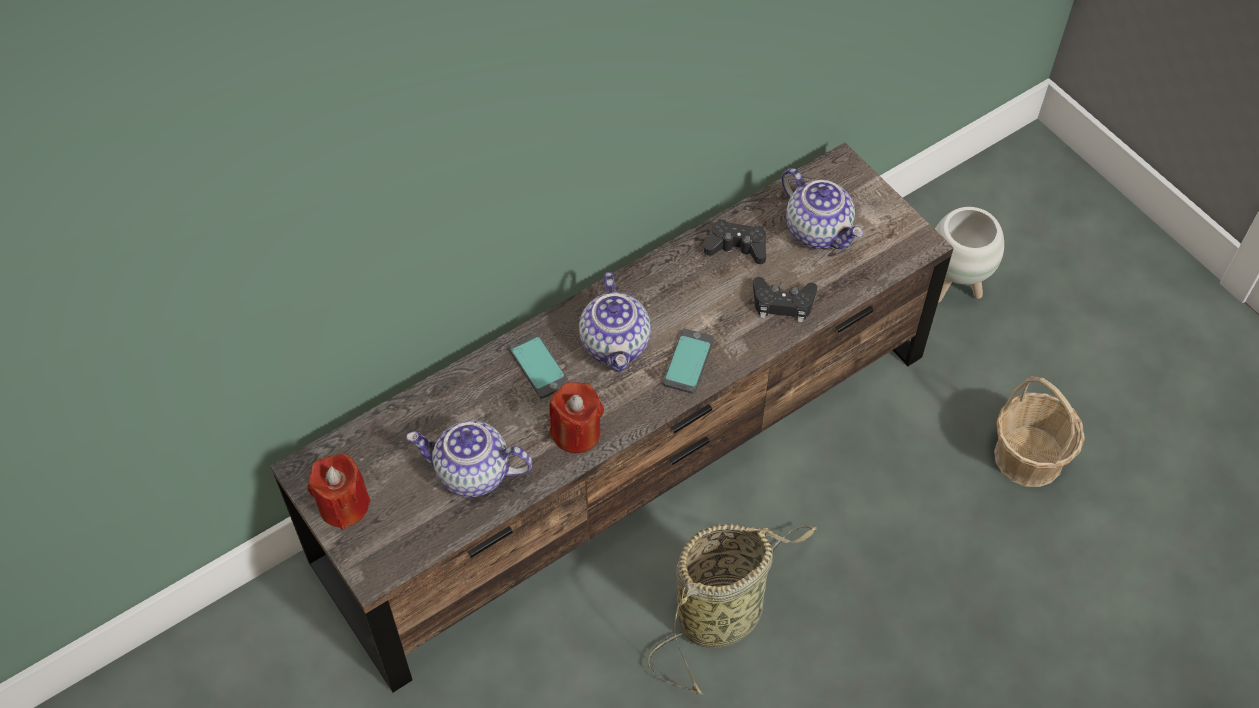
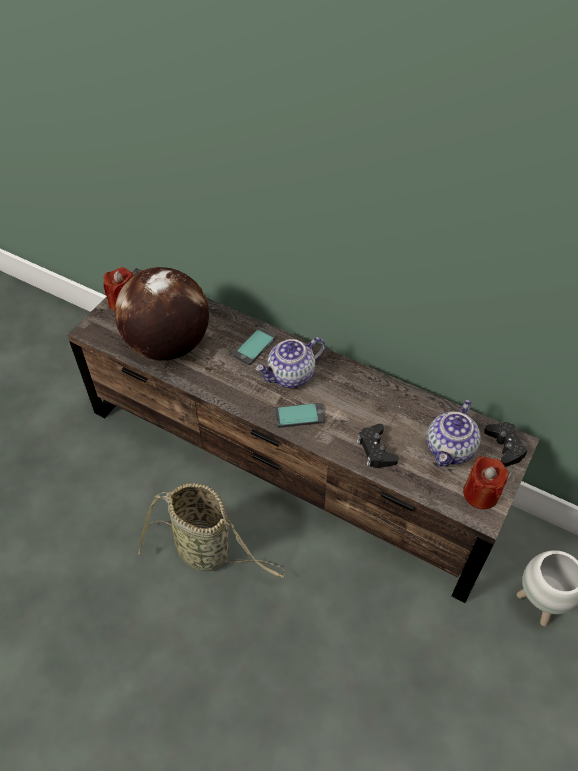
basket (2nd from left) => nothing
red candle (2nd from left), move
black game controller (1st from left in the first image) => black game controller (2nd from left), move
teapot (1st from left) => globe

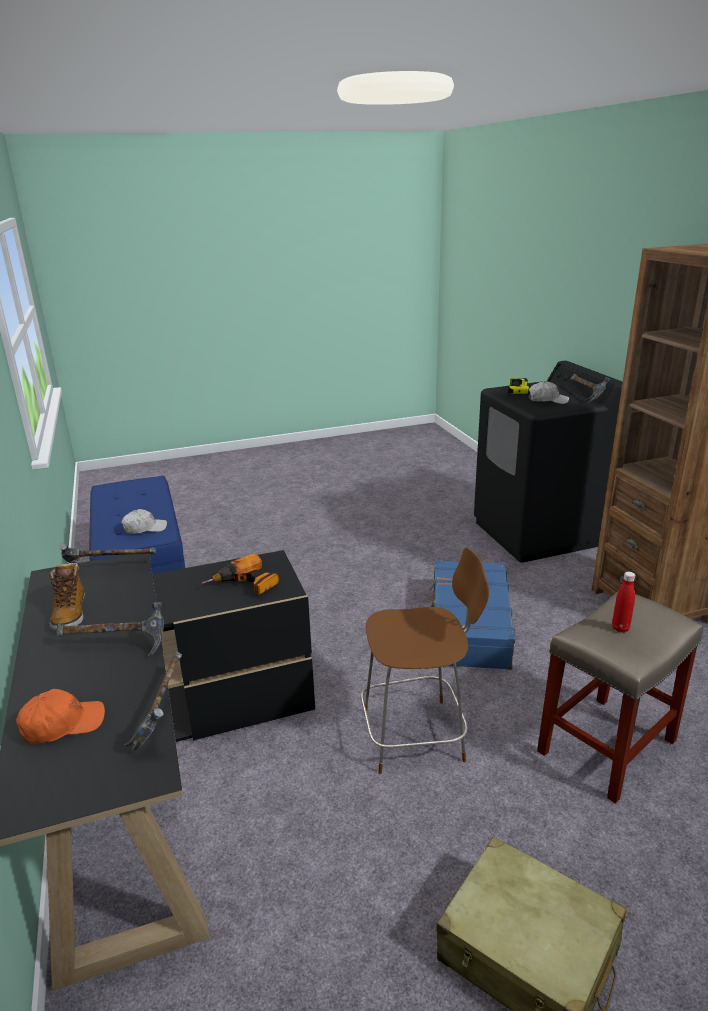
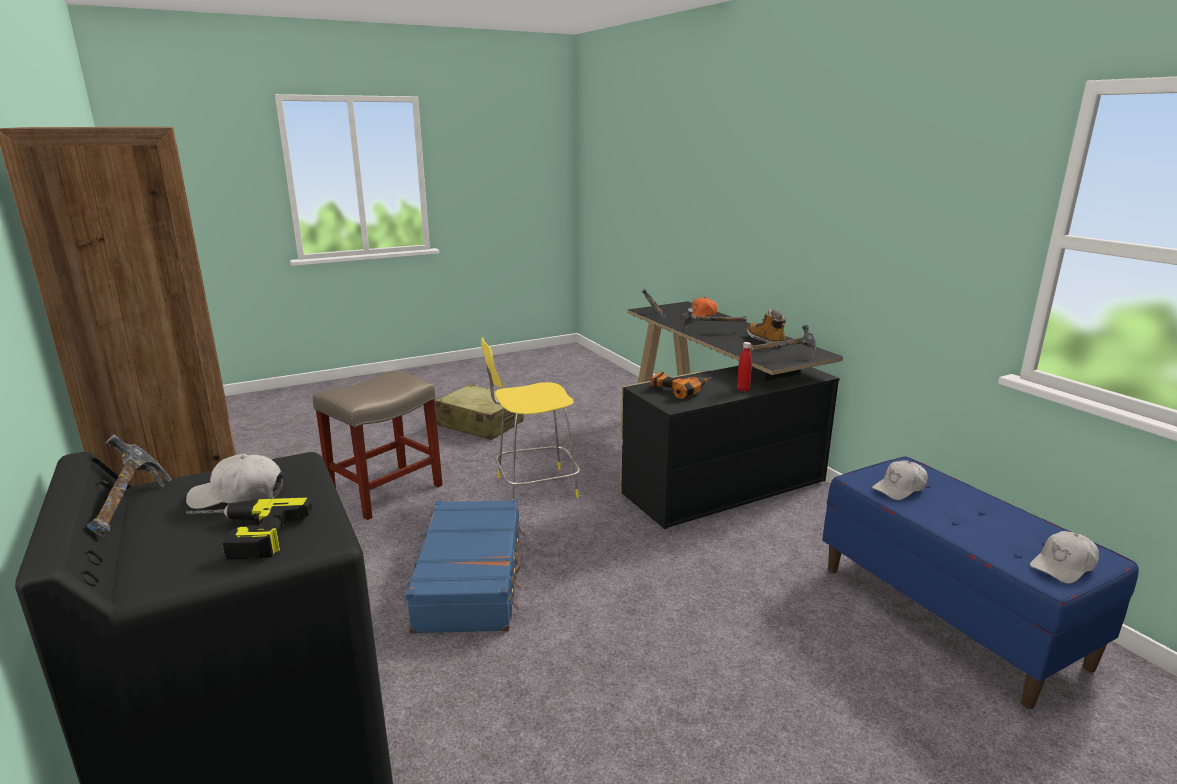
nothing => white cap (3rd from left)
red bottle, move
brown chair => yellow chair

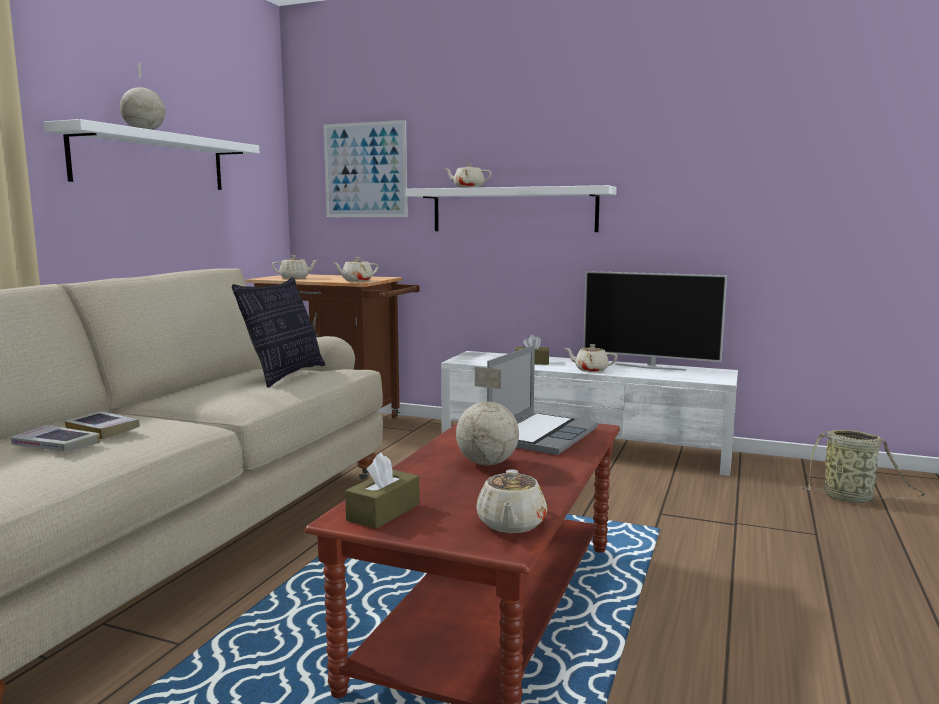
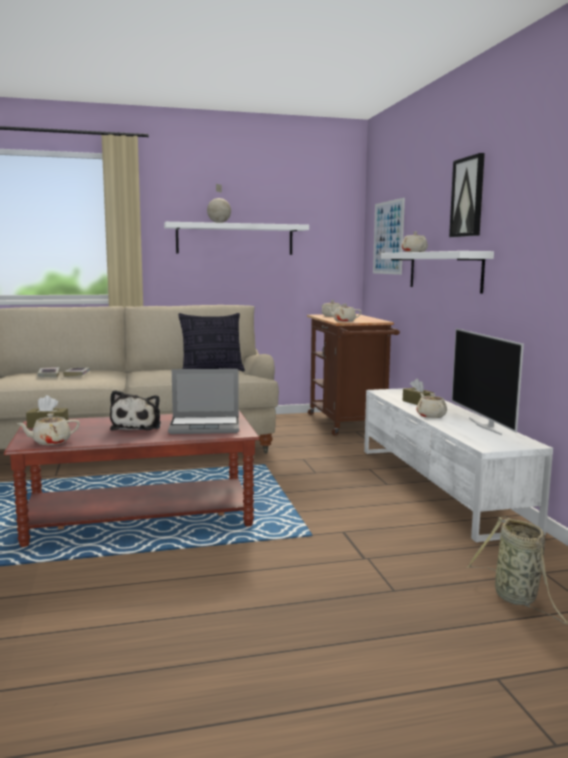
nothing => picture (2nd from left)
globe (2nd from left) => plush toy

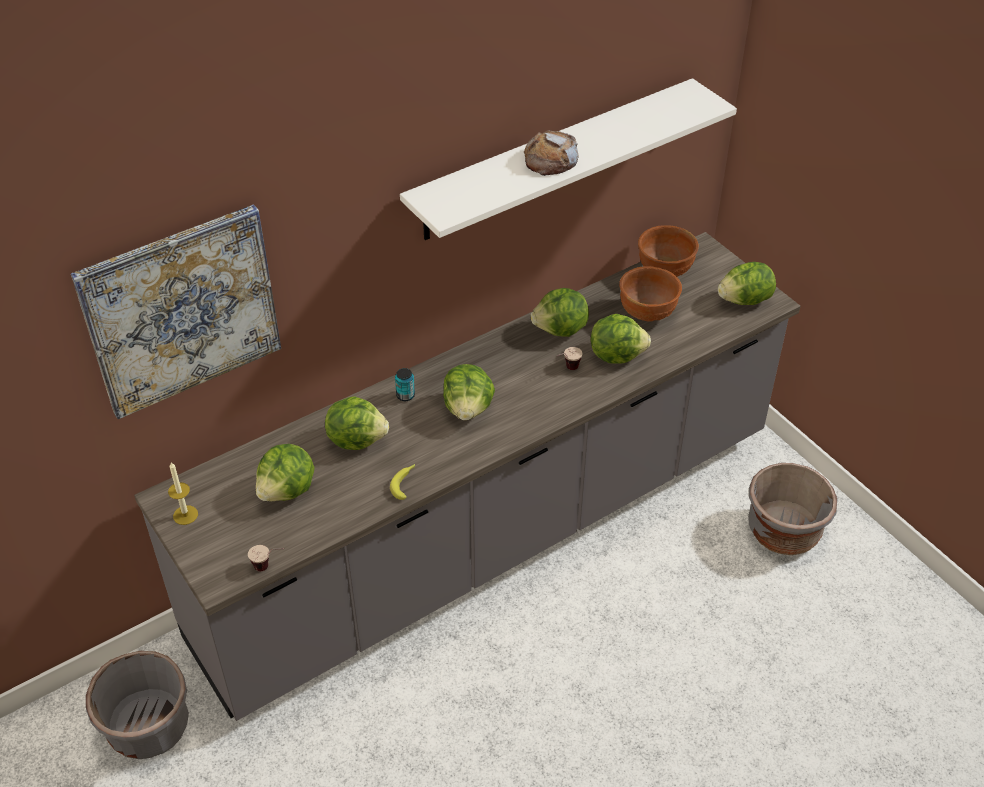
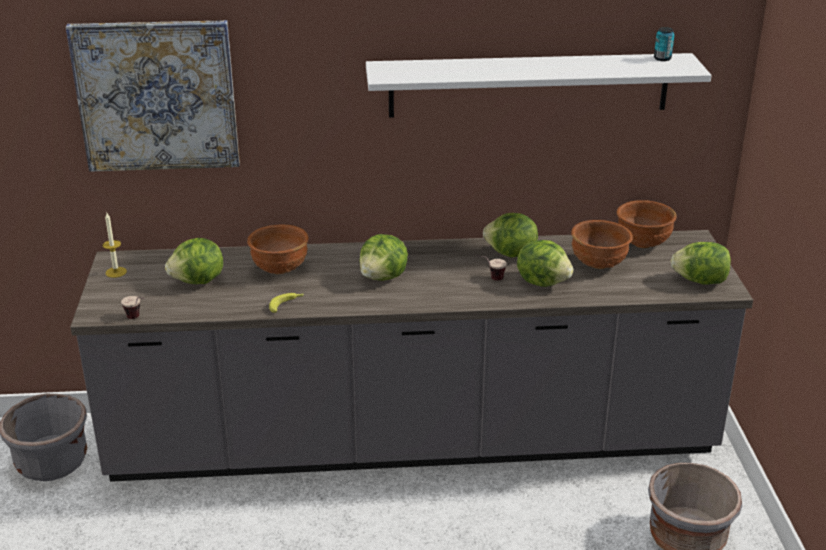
bread => nothing
can, move
lettuce (2nd from left) => brown bowl (1st from left)

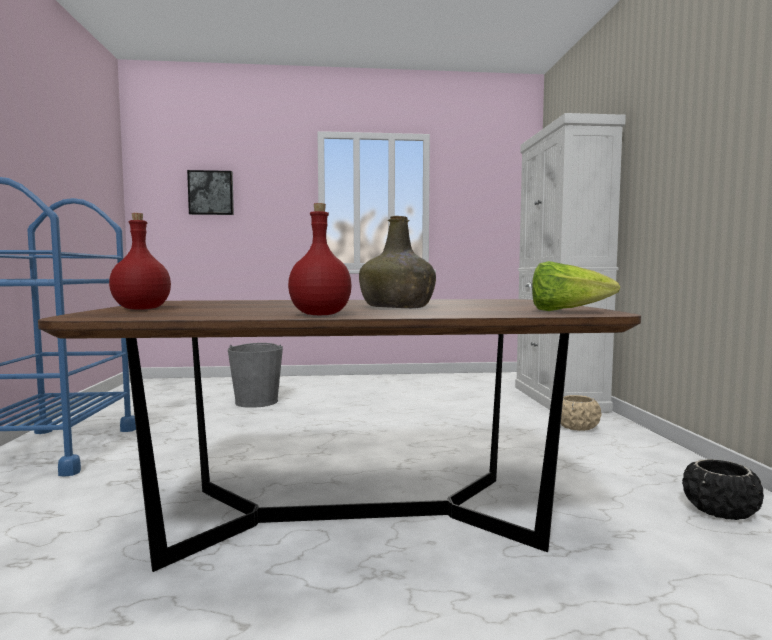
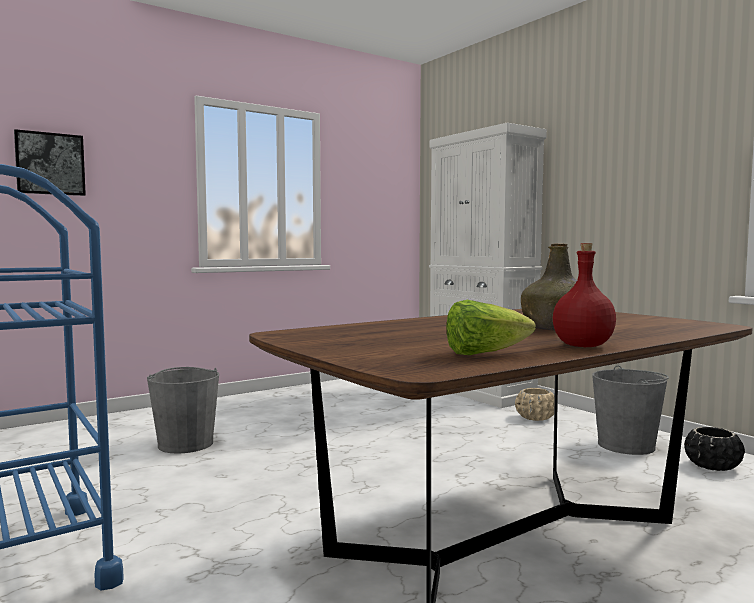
red bottle (1st from left) => nothing
nothing => grey bucket (2nd from left)
lettuce, move

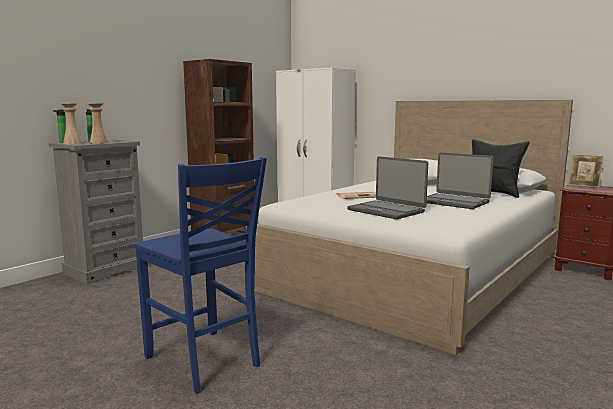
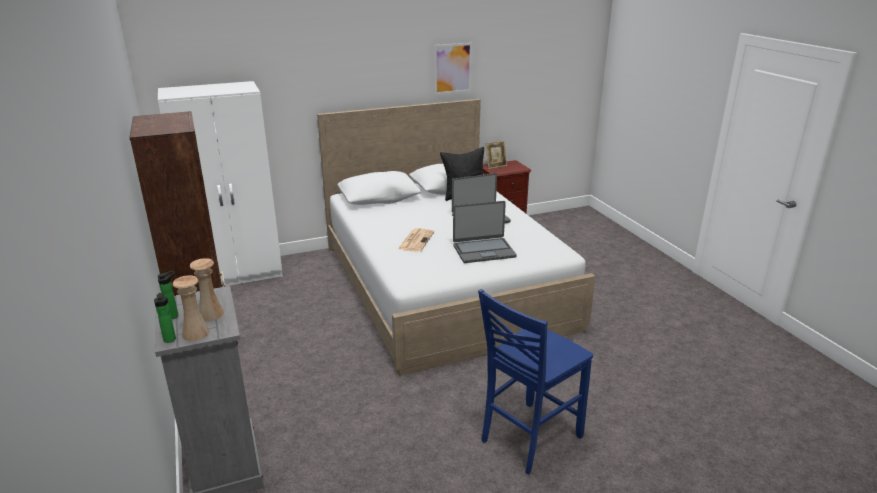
nothing => picture
blue chair, 150 degrees clockwise

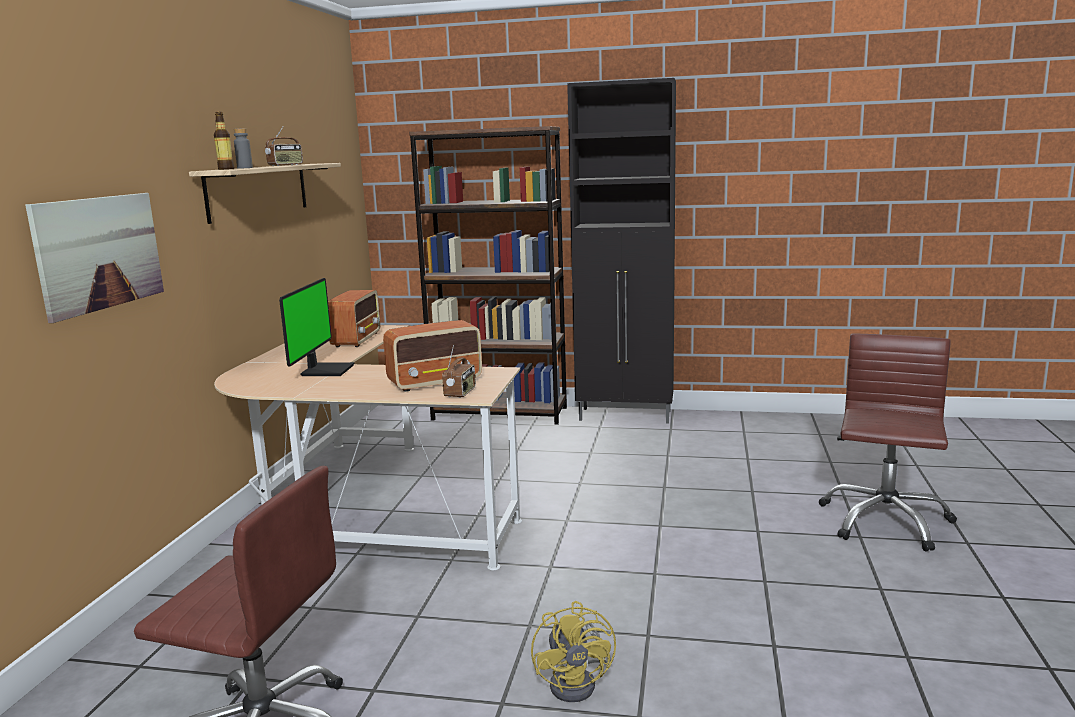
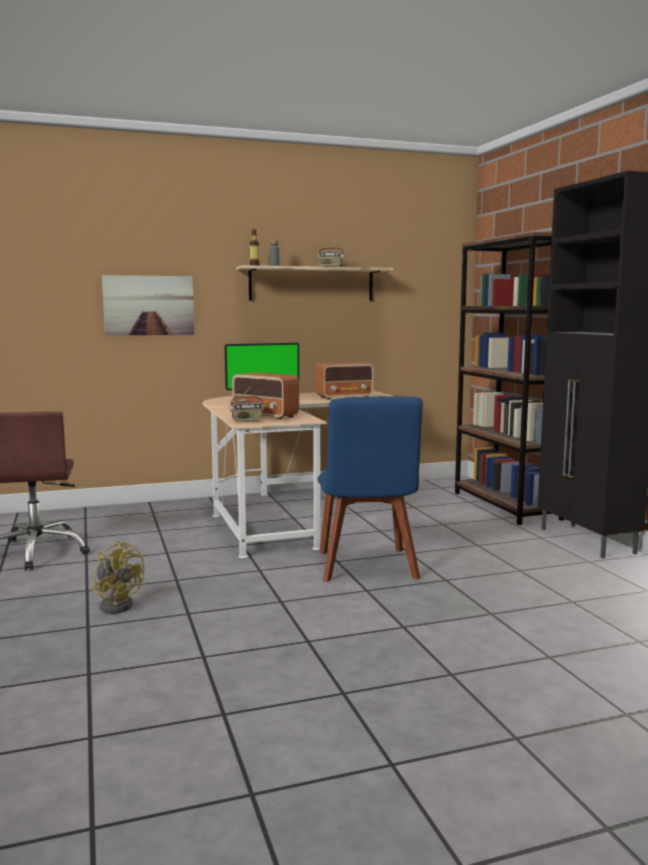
brown office chair (2nd from left) => nothing
nothing => blue chair
yellow fan, 105 degrees counterclockwise

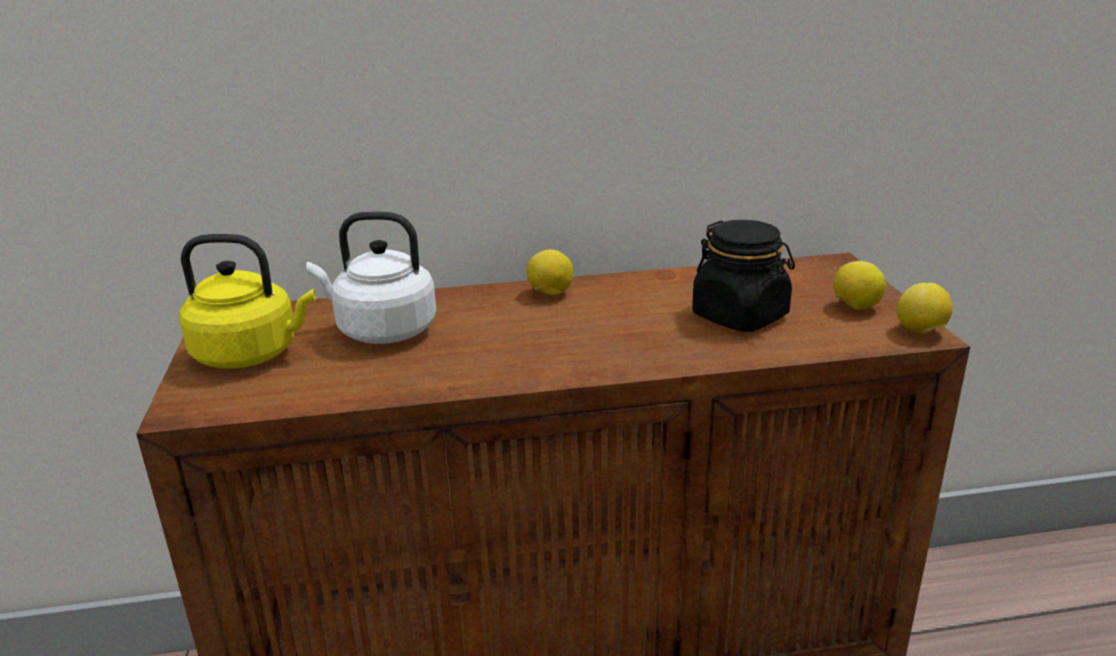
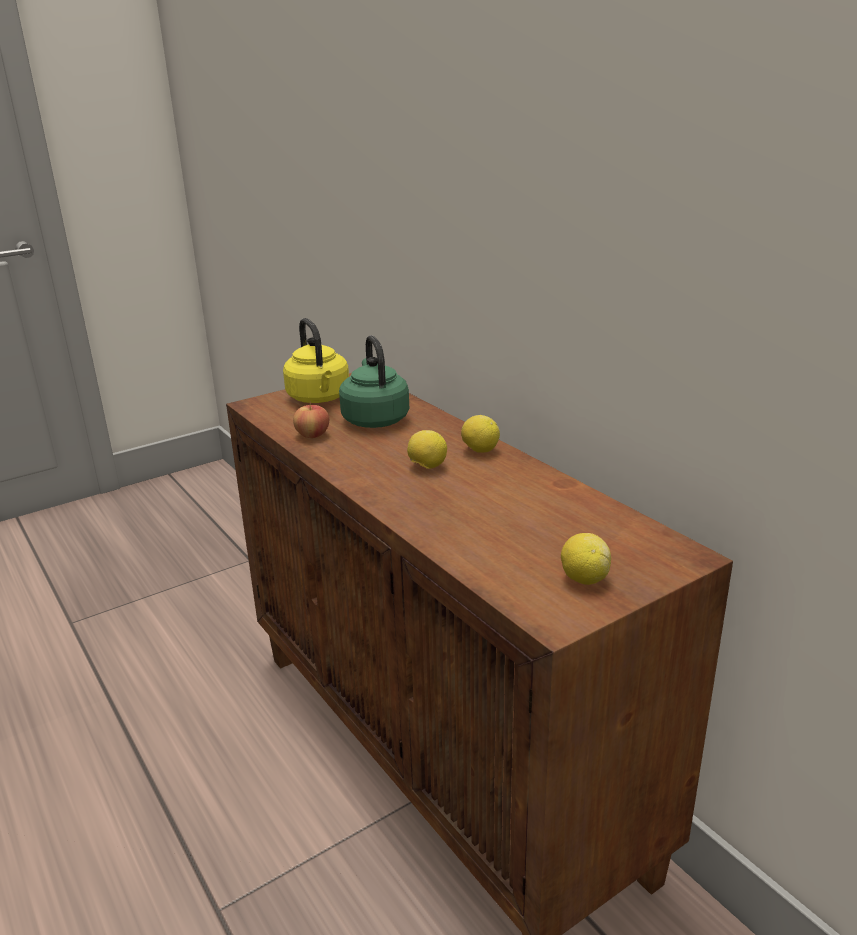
black jar => nothing
nothing => apple
lemon (3rd from left in the first image) => lemon (1st from left), move
white kettle => green kettle

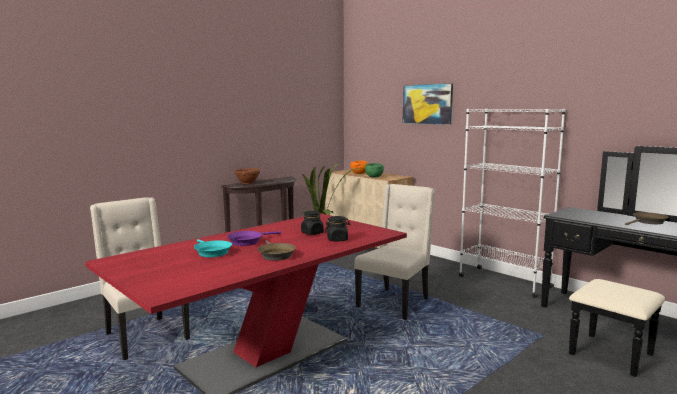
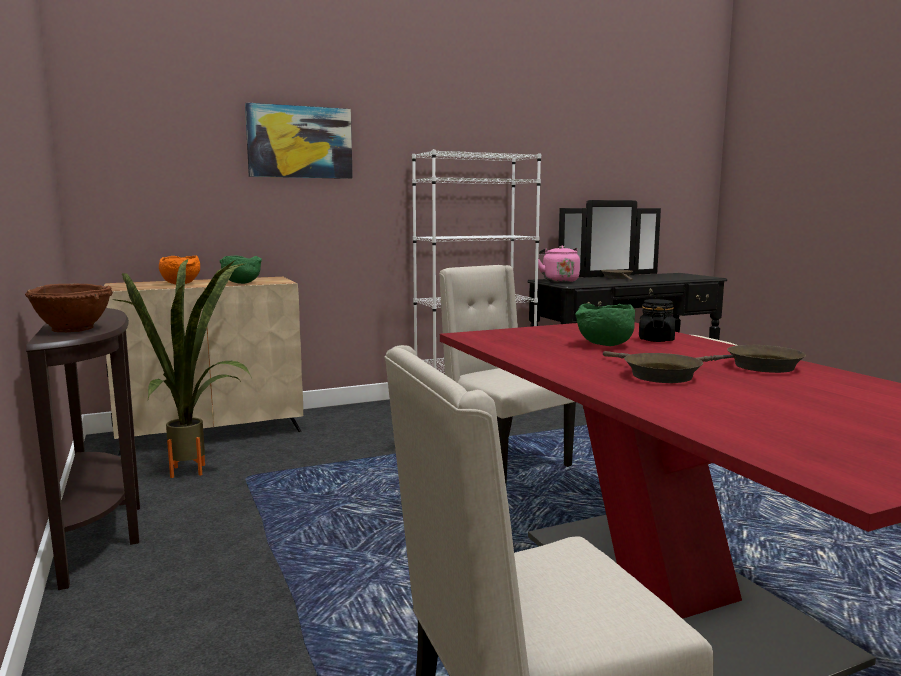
turquoise frying pan => nothing
nothing => pink kettle
black jar (1st from left) => green bowl (2nd from left)
purple frying pan => brown frying pan (2nd from left)

